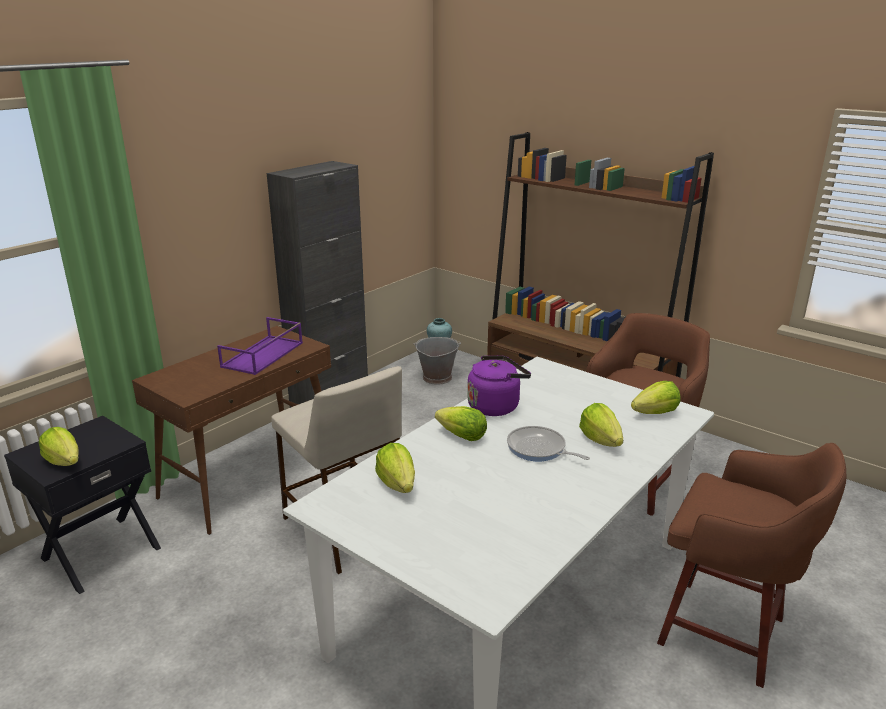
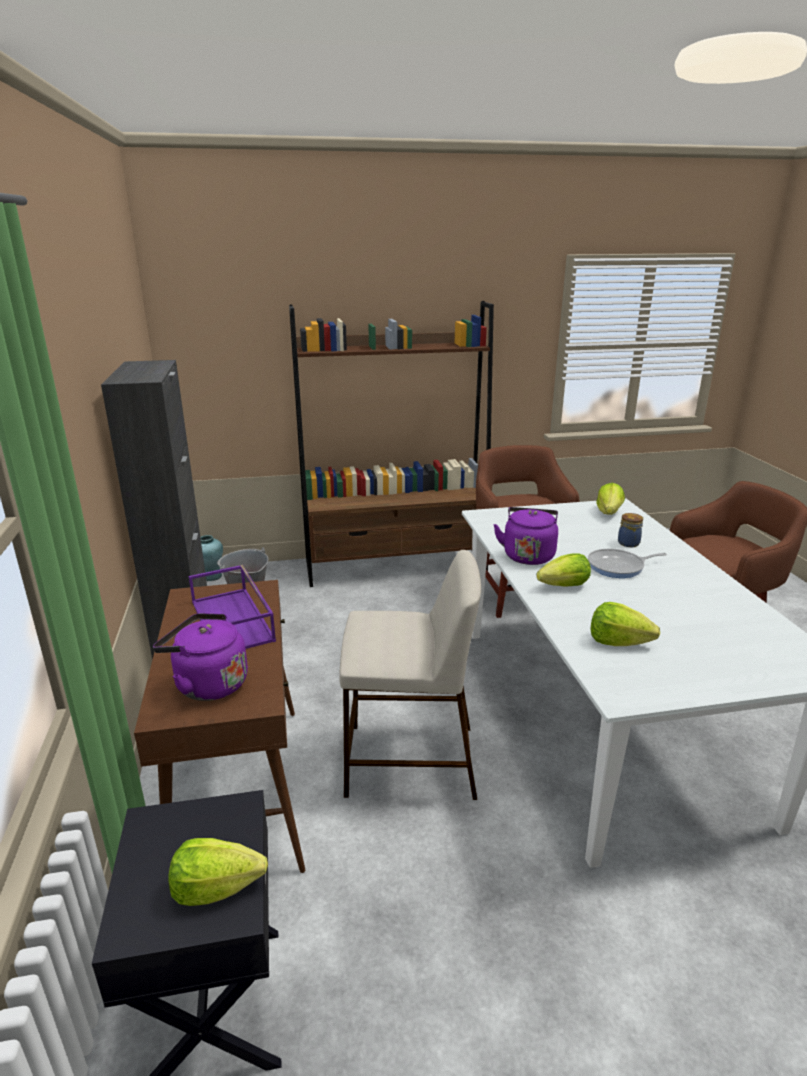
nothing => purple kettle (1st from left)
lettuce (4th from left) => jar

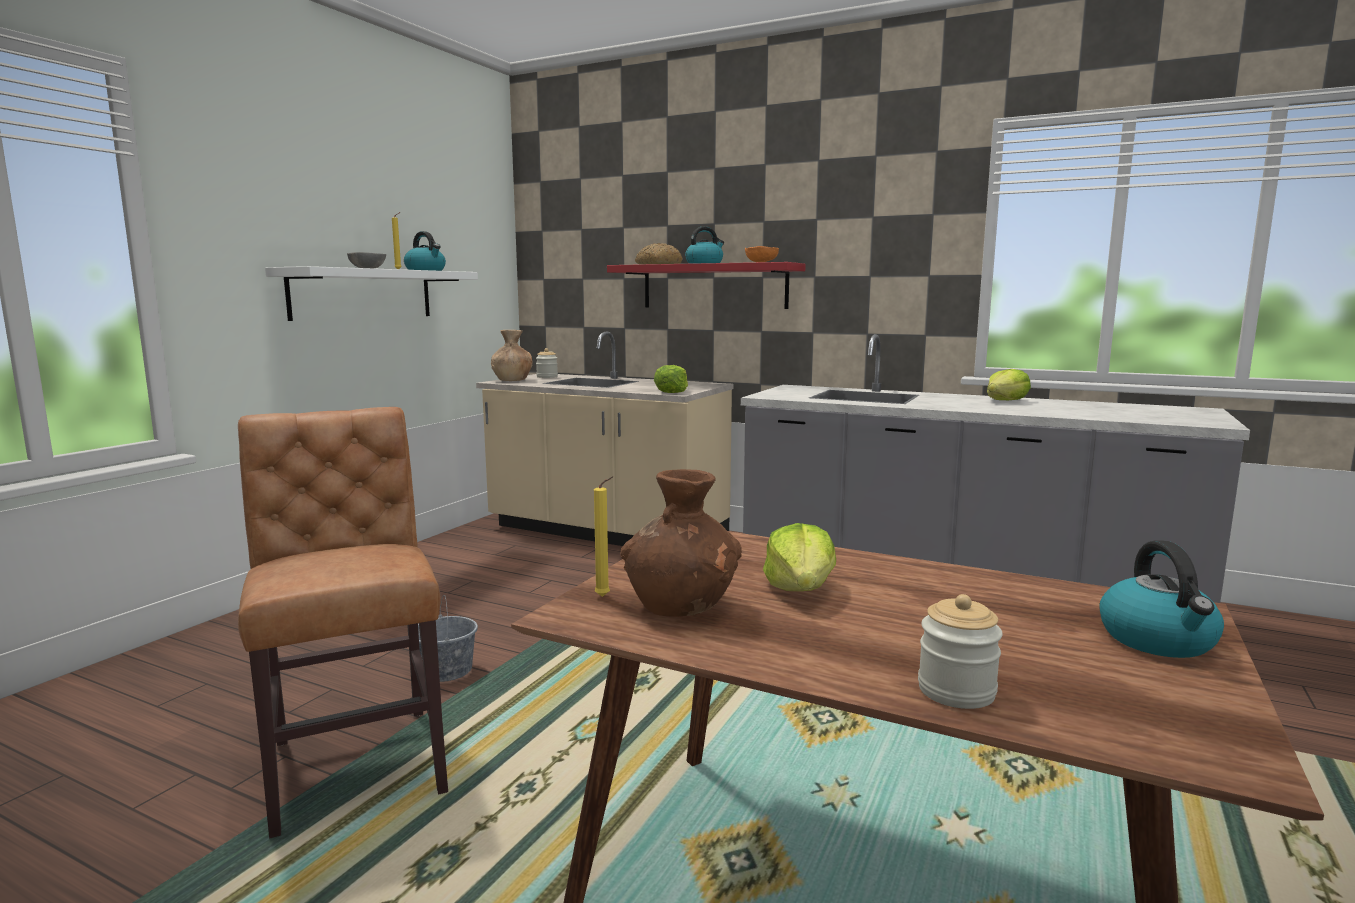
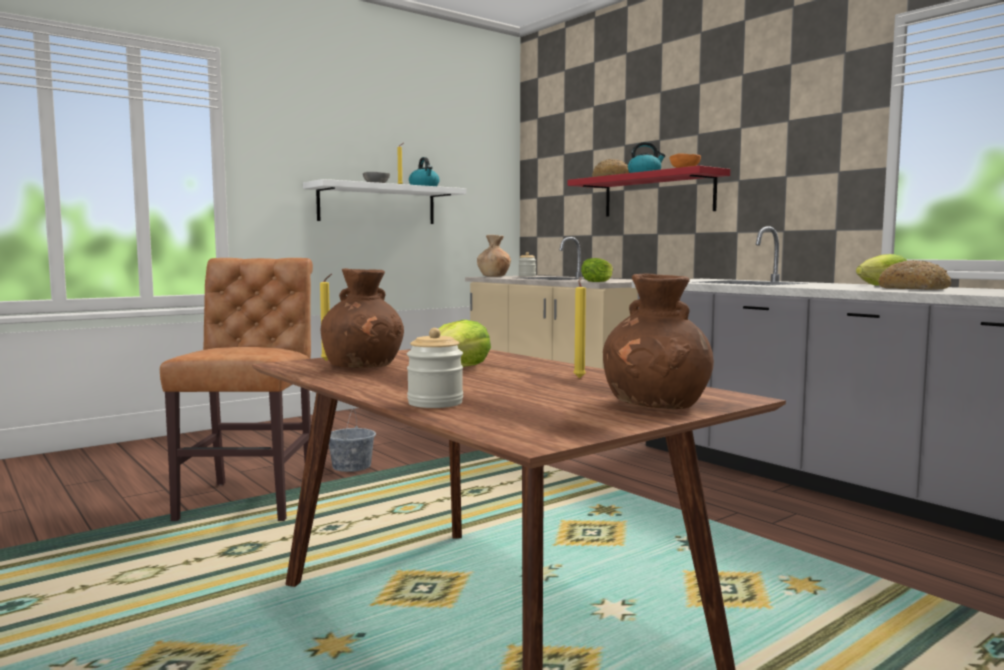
nothing => yellow candle (3rd from left)
nothing => bread (2nd from left)
kettle (3rd from left) => brown vase (3rd from left)

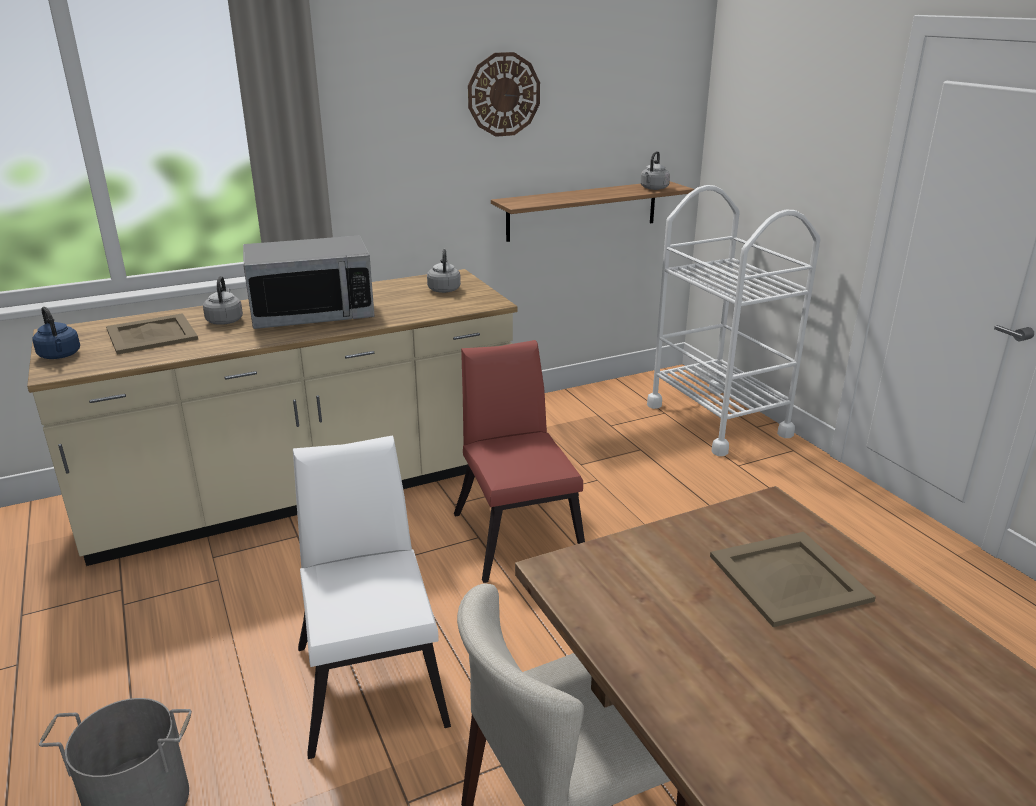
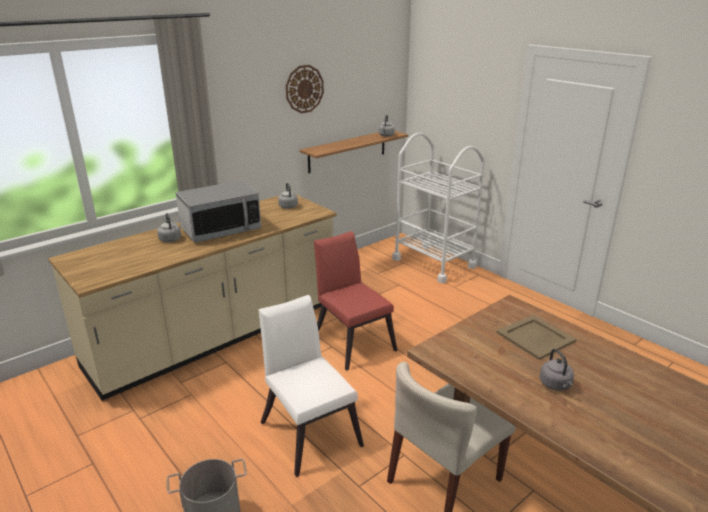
blue kettle => nothing
beige tray (1st from left) => nothing
nothing => grey kettle (4th from left)

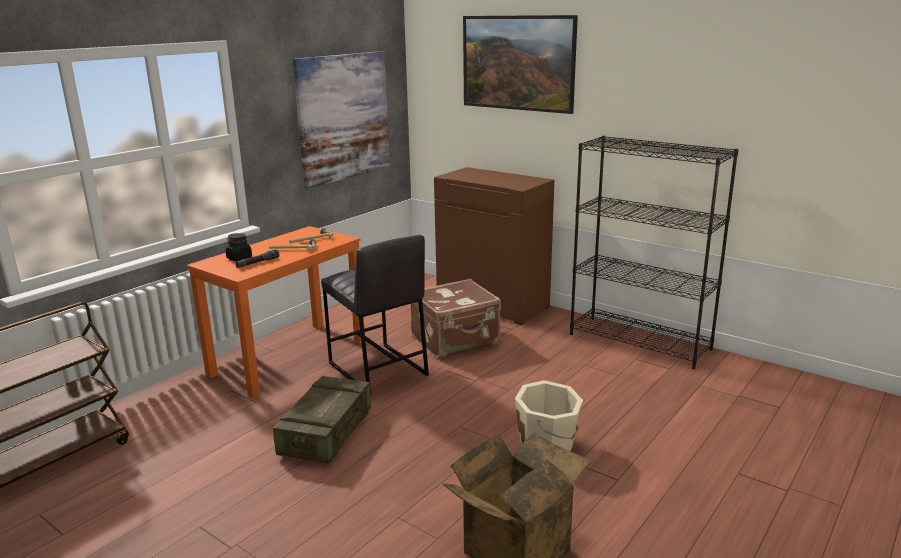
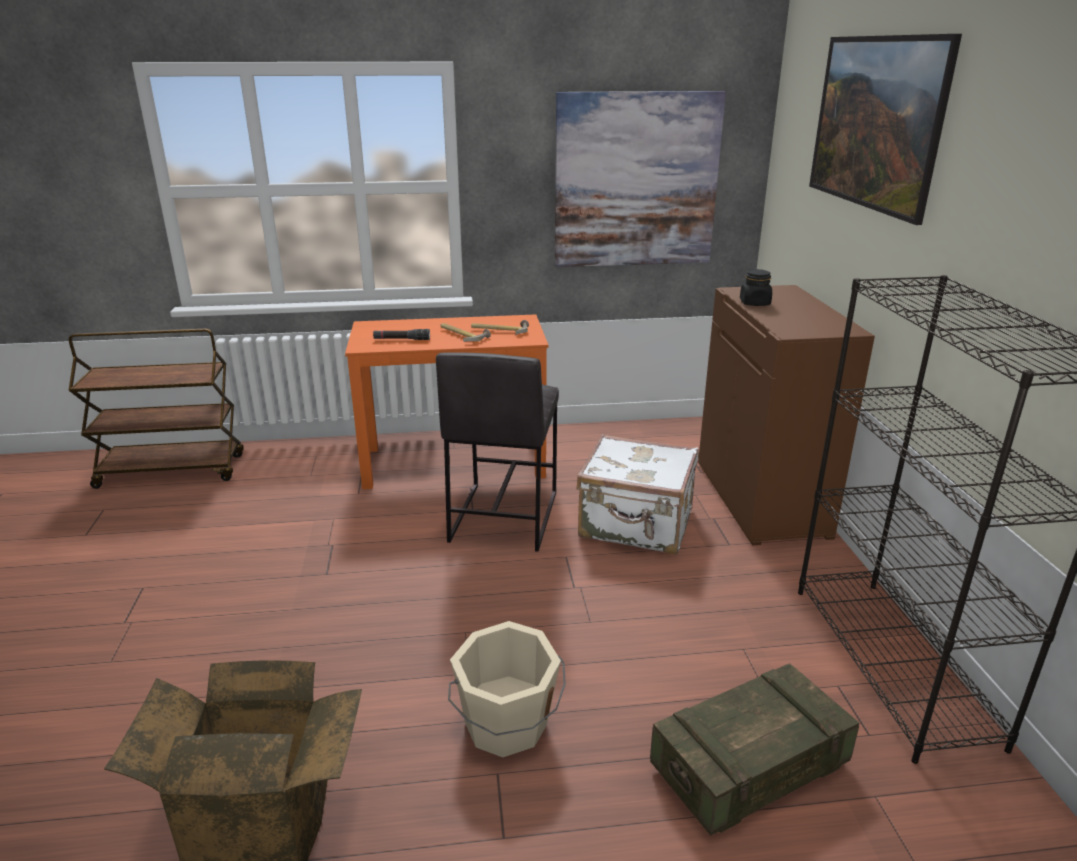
black jar, move
crate, move
brown suitcase => white suitcase

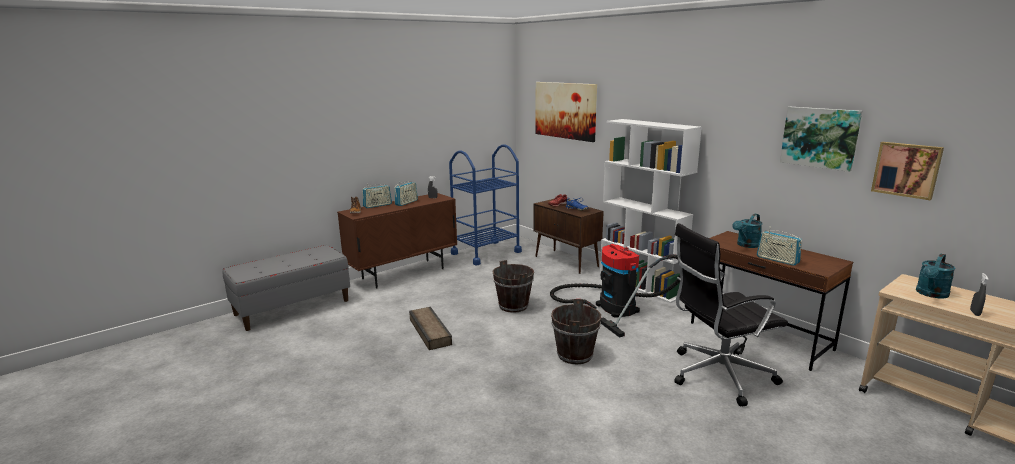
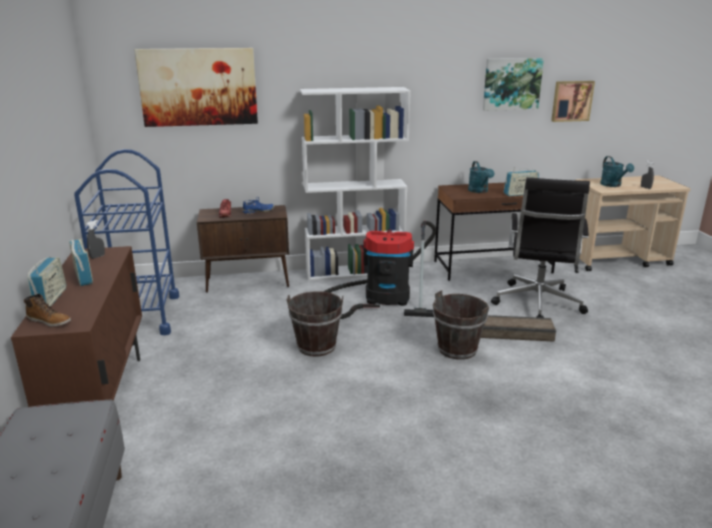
crate, move

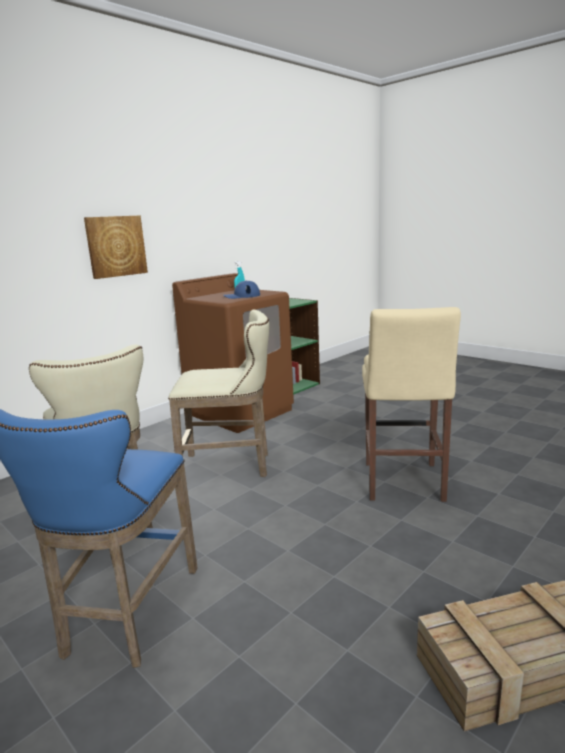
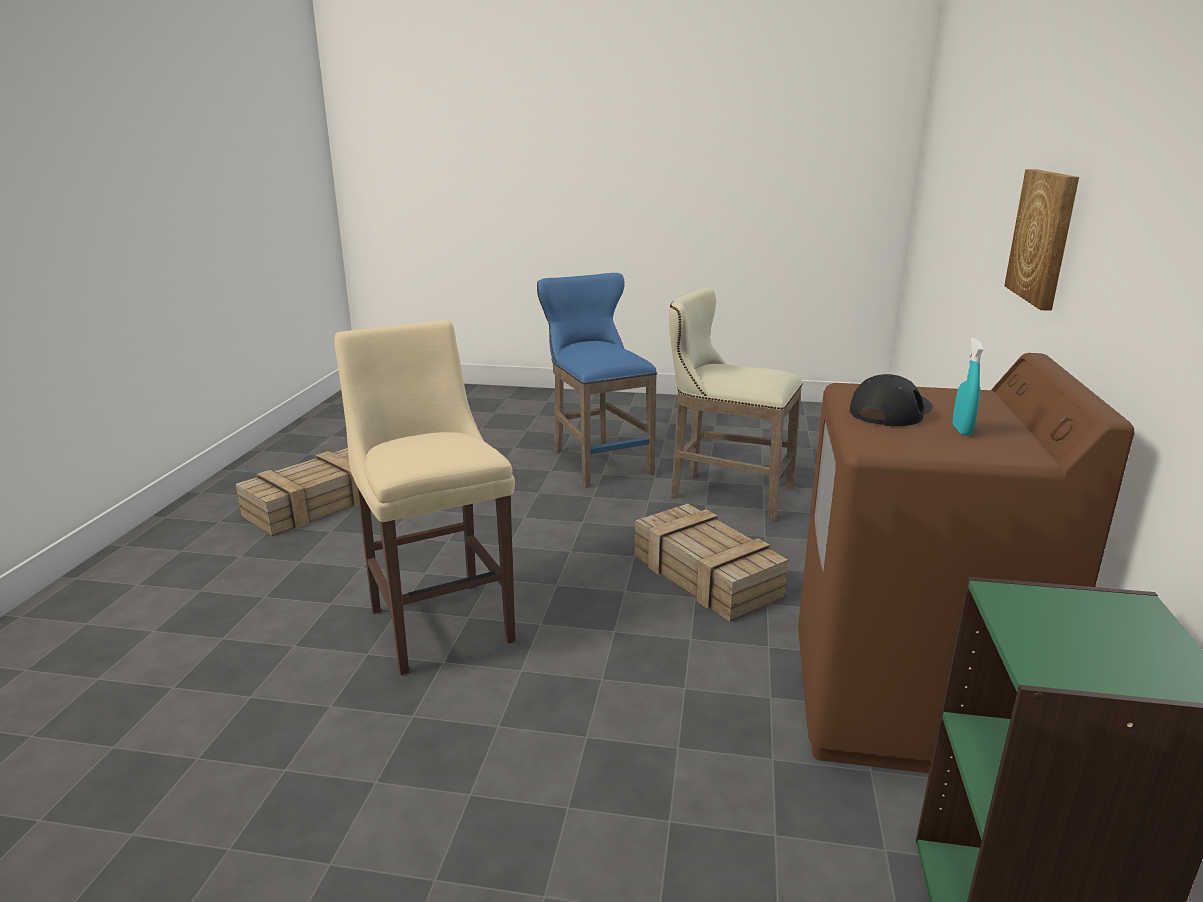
beige stool (2nd from left) => crate (2nd from left)
blue cap => black cap

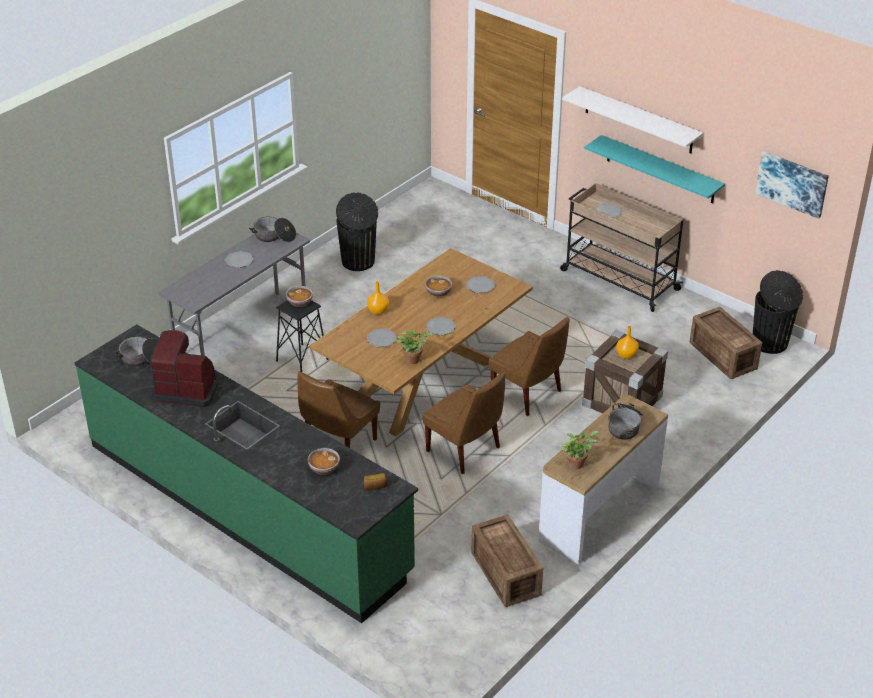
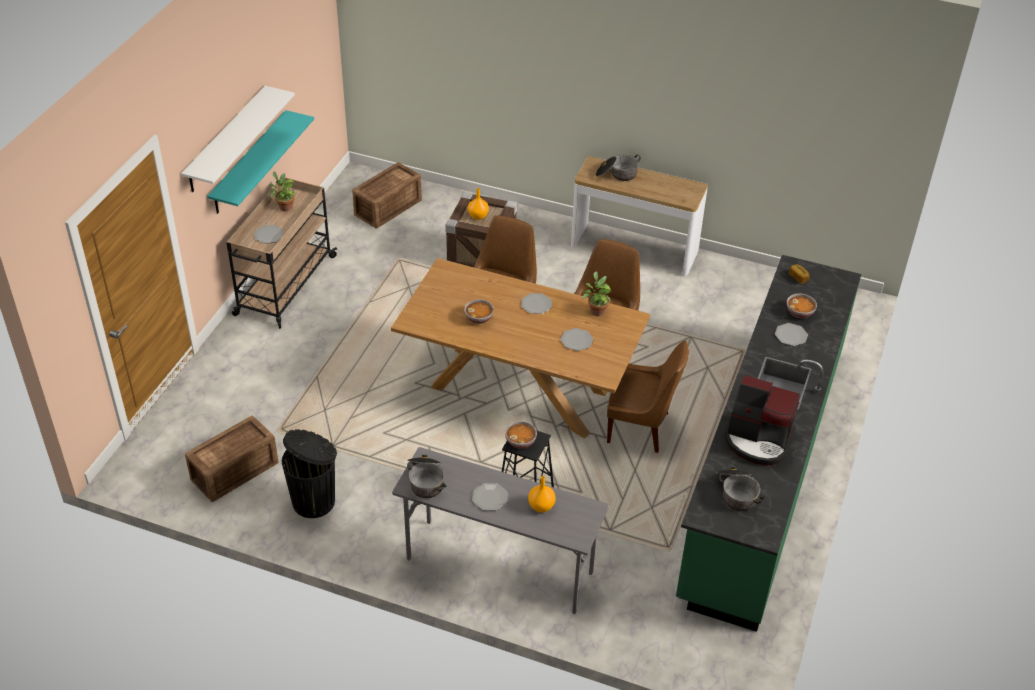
black trash can (2nd from left) => nothing
picture => nothing
orange vase (1st from left in the first image) => orange vase (2nd from left), move
plate (4th from left in the first image) => plate (5th from left), move
crate (1st from left), move
potted plant (2nd from left in the first image) => potted plant (1st from left), move
coffee machine, 60 degrees counterclockwise

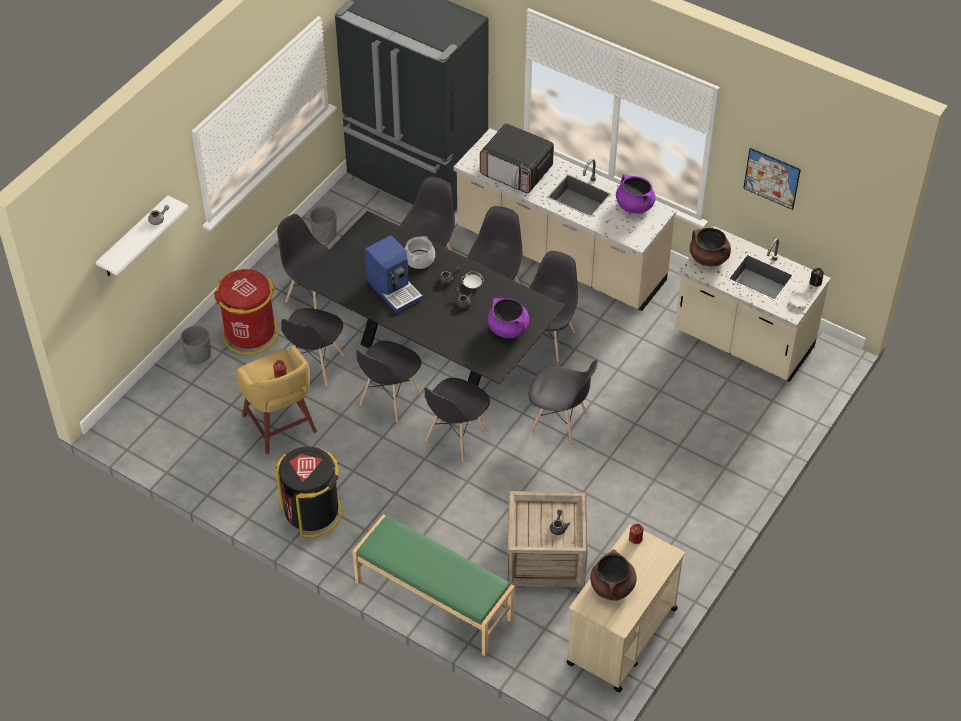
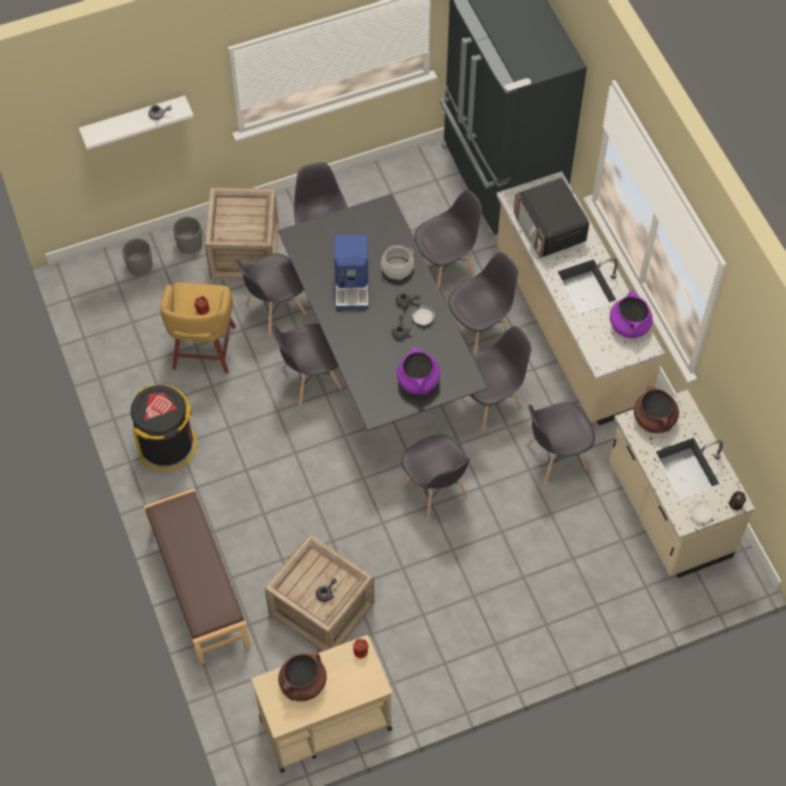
picture => nothing
grey planter (2nd from left in the first image) => grey planter (1st from left), move
grey chair (5th from left in the first image) => grey chair (8th from left), move
red trash can => crate (1st from left)
green bench => brown bench

